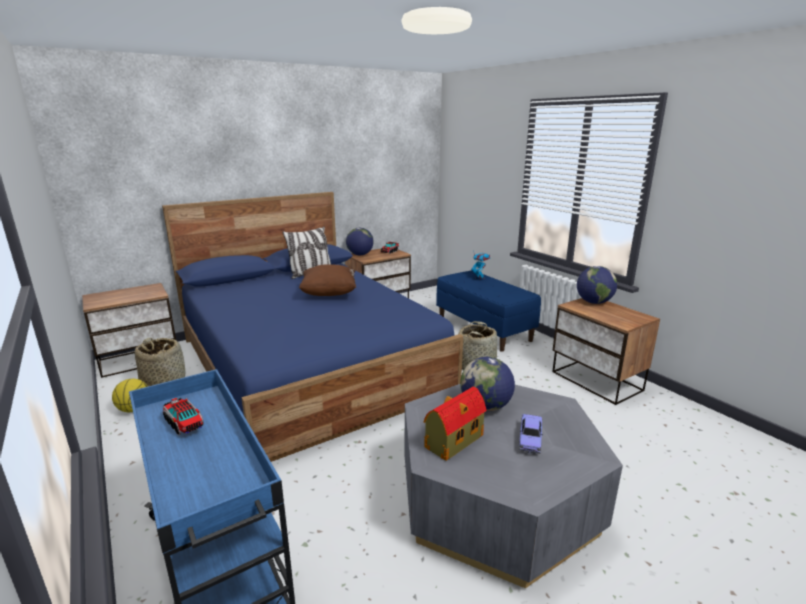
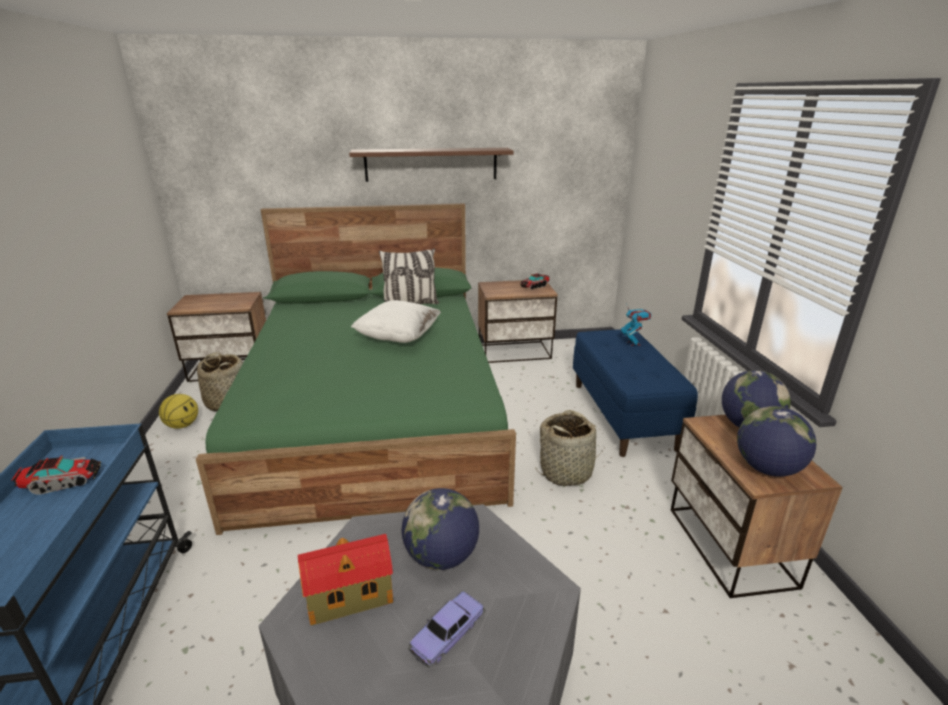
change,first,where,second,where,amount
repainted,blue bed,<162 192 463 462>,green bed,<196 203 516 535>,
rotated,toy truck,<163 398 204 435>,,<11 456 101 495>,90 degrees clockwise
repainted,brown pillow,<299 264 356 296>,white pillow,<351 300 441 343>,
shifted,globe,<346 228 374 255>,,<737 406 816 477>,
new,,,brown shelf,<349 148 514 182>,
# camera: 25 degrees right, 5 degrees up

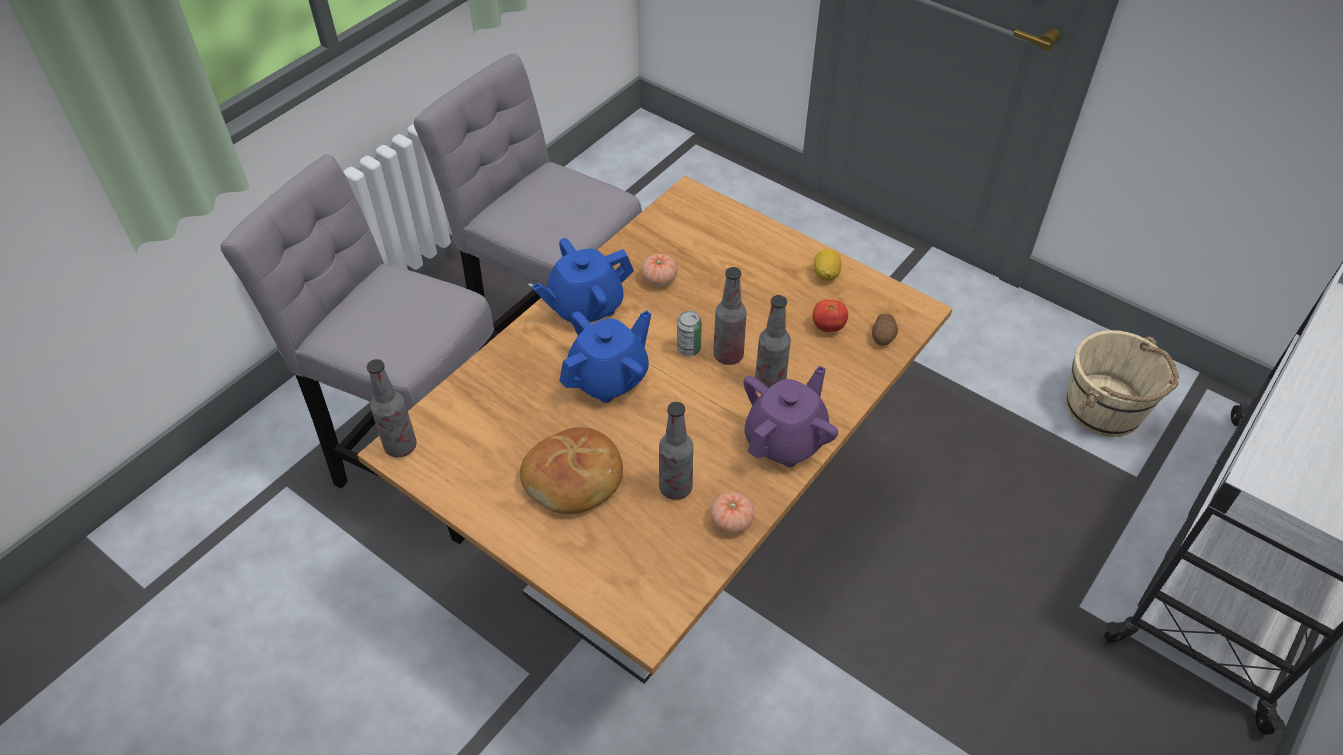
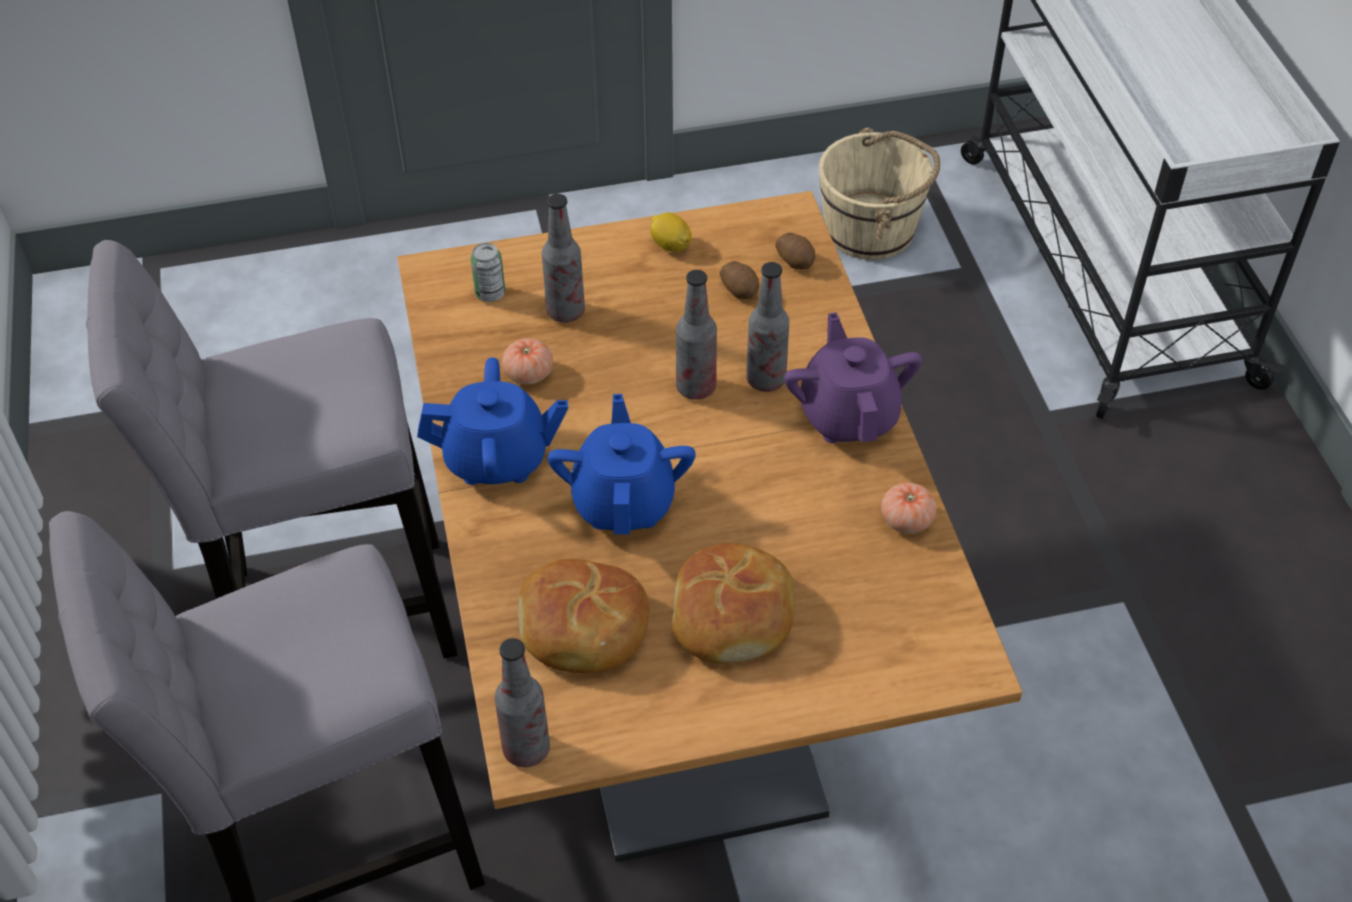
change,first,where,second,where,amount
rotated,blue teapot,<532 238 634 326>,,<417 357 568 485>,105 degrees counterclockwise
shifted,bottle,<659 402 693 500>,,<542 194 585 323>,
shifted,can,<677 311 702 356>,,<470 243 505 302>,
swapped,tomato,<813 299 848 332>,potato,<720 261 759 299>,
new,,,bread,<518 559 649 673>,
# camera: 50 degrees left, 0 degrees up

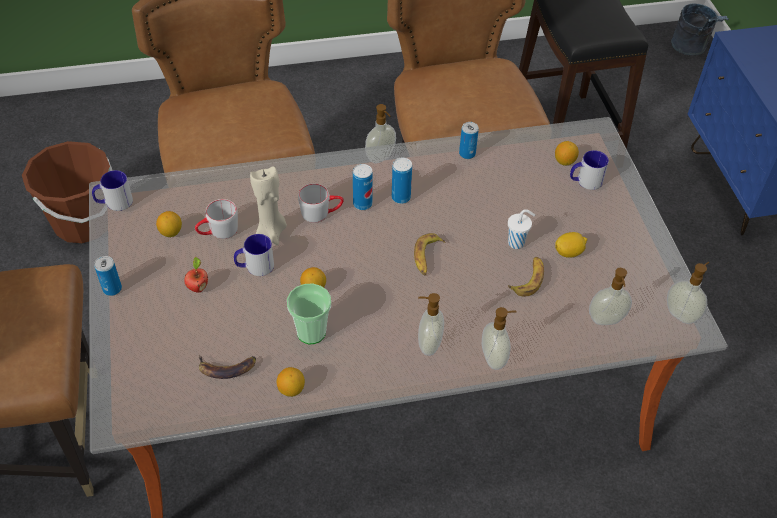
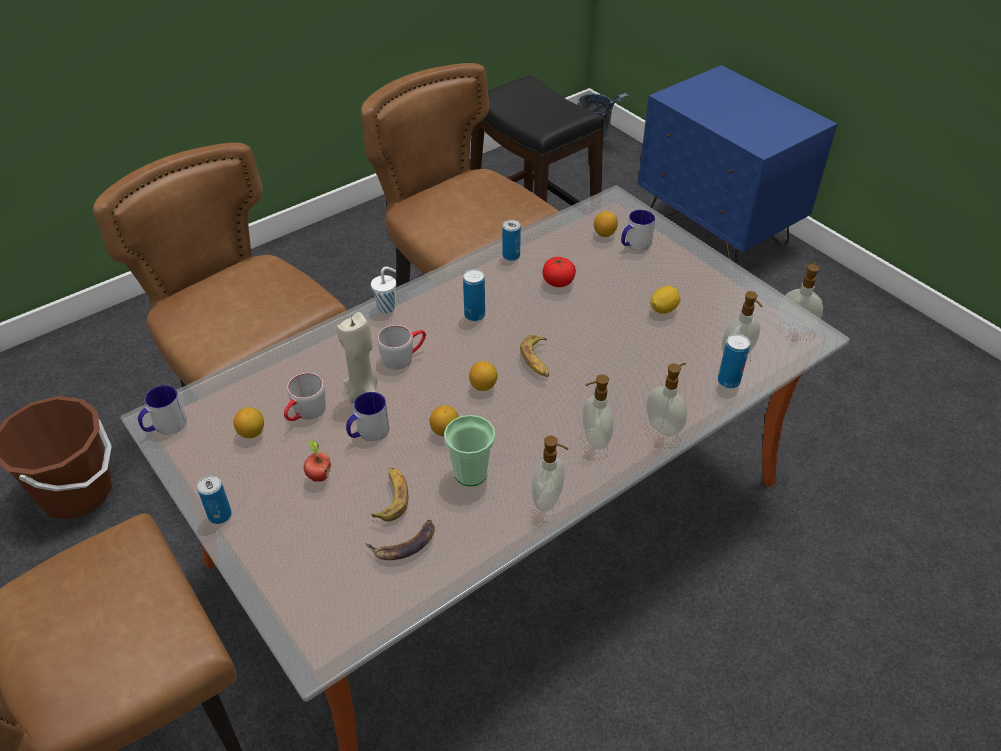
change,first,where,second,where,amount
shifted,lemon,<276 367 305 397>,,<469 361 497 391>,
shifted,can,<353 164 373 210>,,<718 334 750 388>,
shifted,soap dispenser,<365 104 396 163>,,<532 435 568 512>,
shifted,white cup,<508 209 535 249>,,<371 267 396 314>,
shifted,banana,<508 257 544 296>,,<371 468 408 522>,
new,,,tomato,<543 257 576 287>,
# camera: 25 degrees left, 5 degrees down

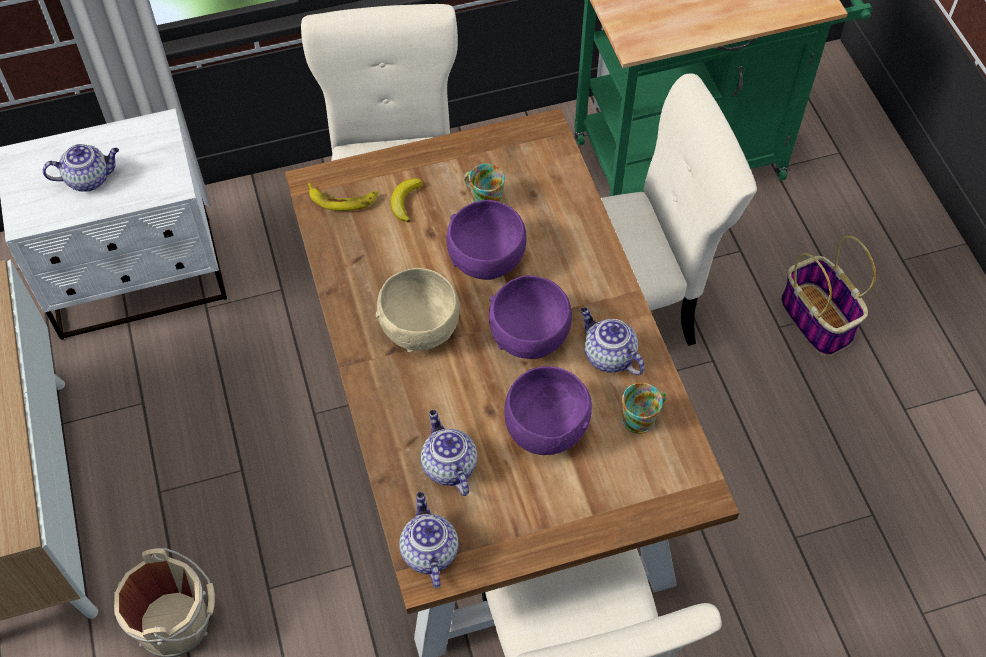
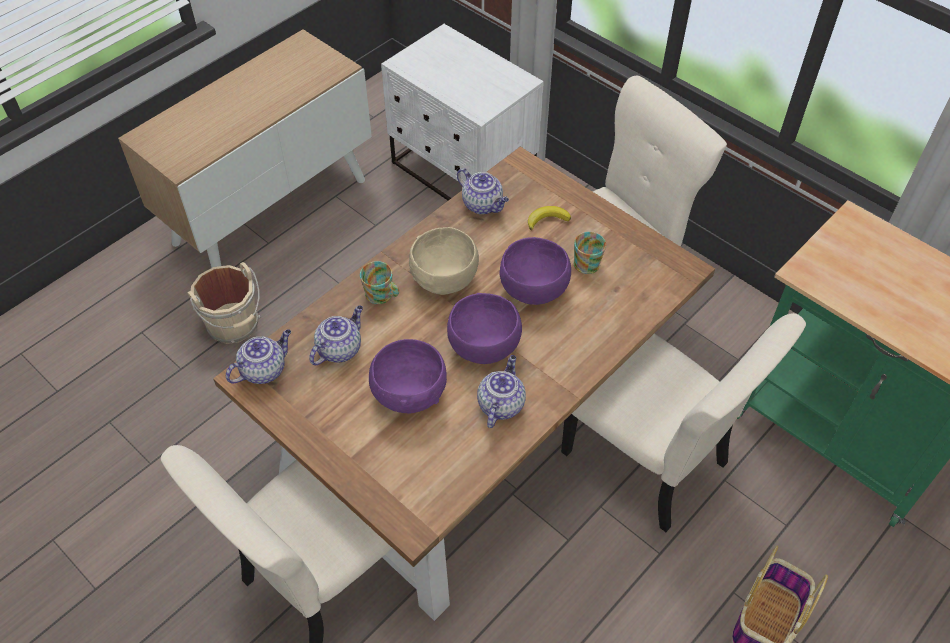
change,first,where,second,where,amount
shifted,teapot,<42 144 119 192>,,<457 168 509 214>,
gone,banana,<308 183 378 211>,,,
shifted,mug,<621 383 666 434>,,<360 261 399 304>,
# camera: 60 degrees right, 5 degrees down

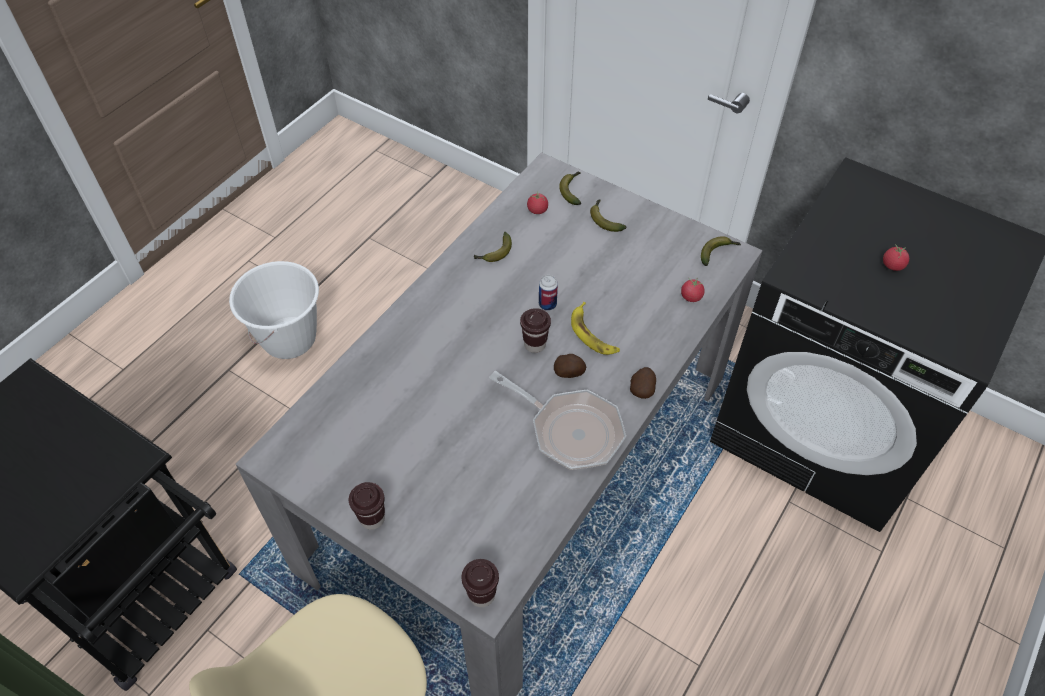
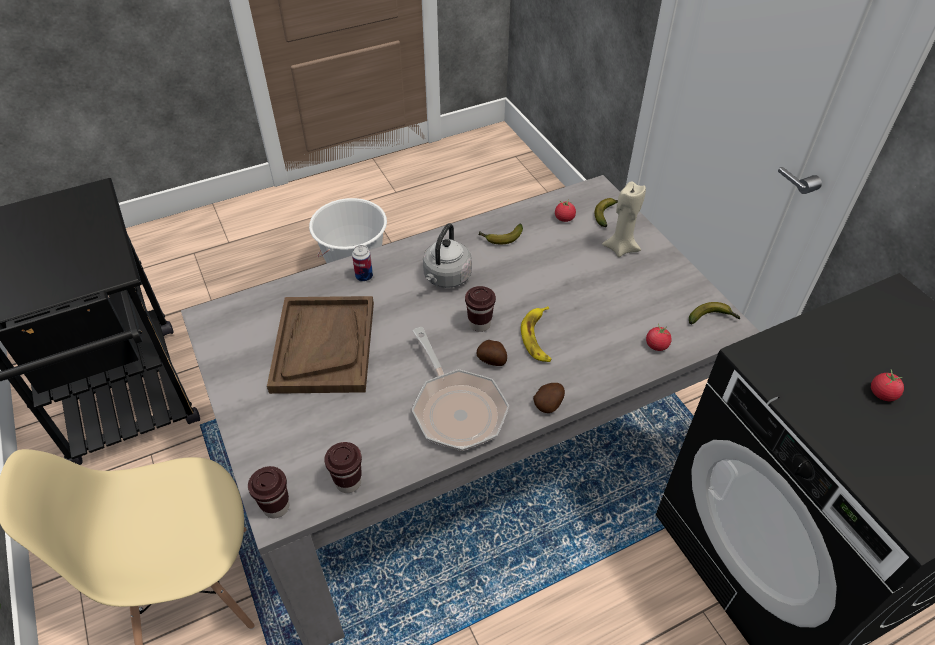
change,first,where,second,where,amount
shifted,brown cup,<349 482 385 530>,,<324 442 362 493>,
shifted,can,<539 275 558 311>,,<352 245 373 282>,
swapped,banana,<590 199 626 232>,beige candle,<602 181 646 257>,
new,,,brown tray,<267 296 374 394>,
new,,,grey kettle,<423 223 472 288>,
# camera: 30 degrees right, 5 degrees down

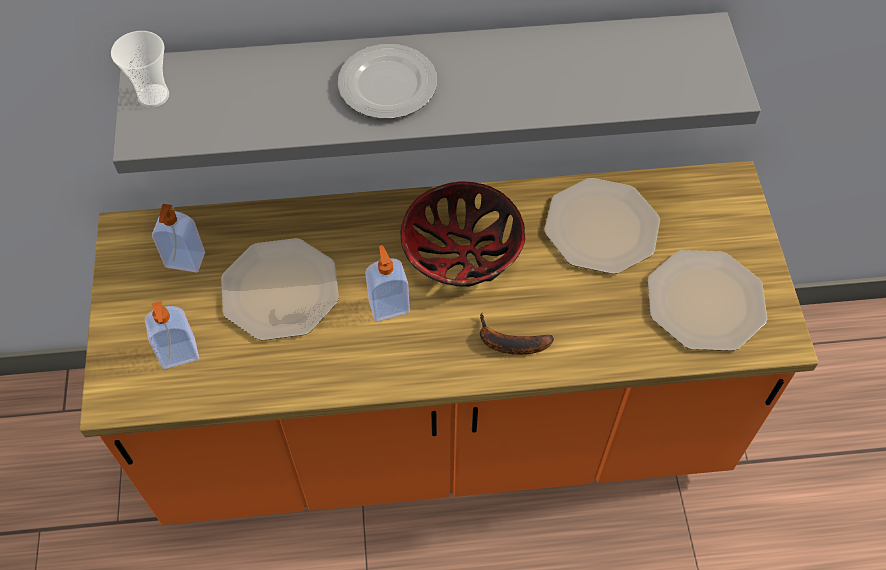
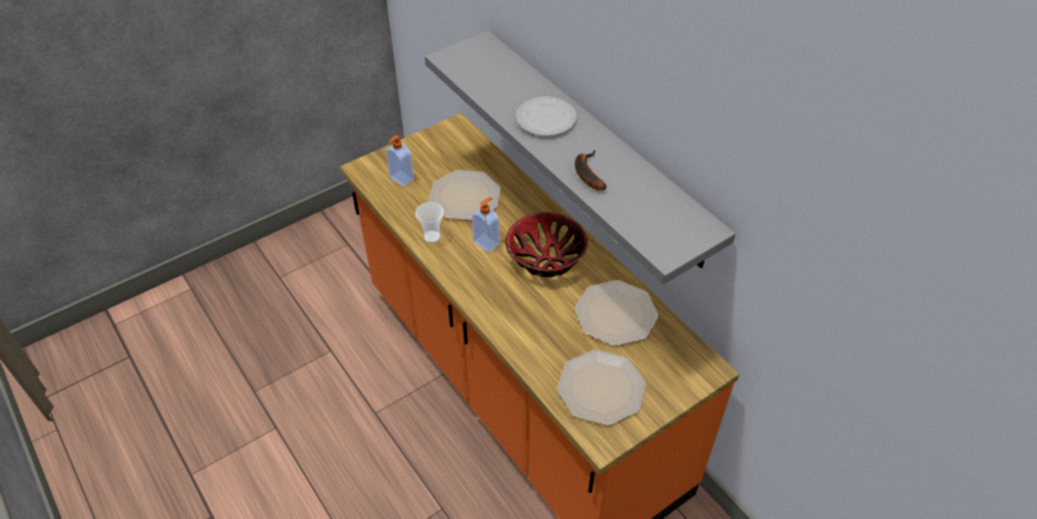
change,first,where,second,where,amount
shifted,cup,<111 31 169 107>,,<415 202 444 243>,
gone,soap dispenser,<152 204 205 272>,,,
shifted,banana,<480 312 554 355>,,<575 150 606 190>,
# camera: 60 degrees right, 10 degrees down

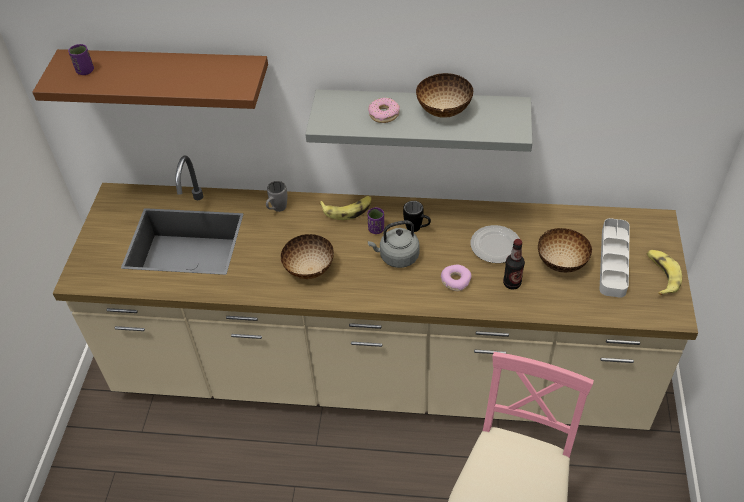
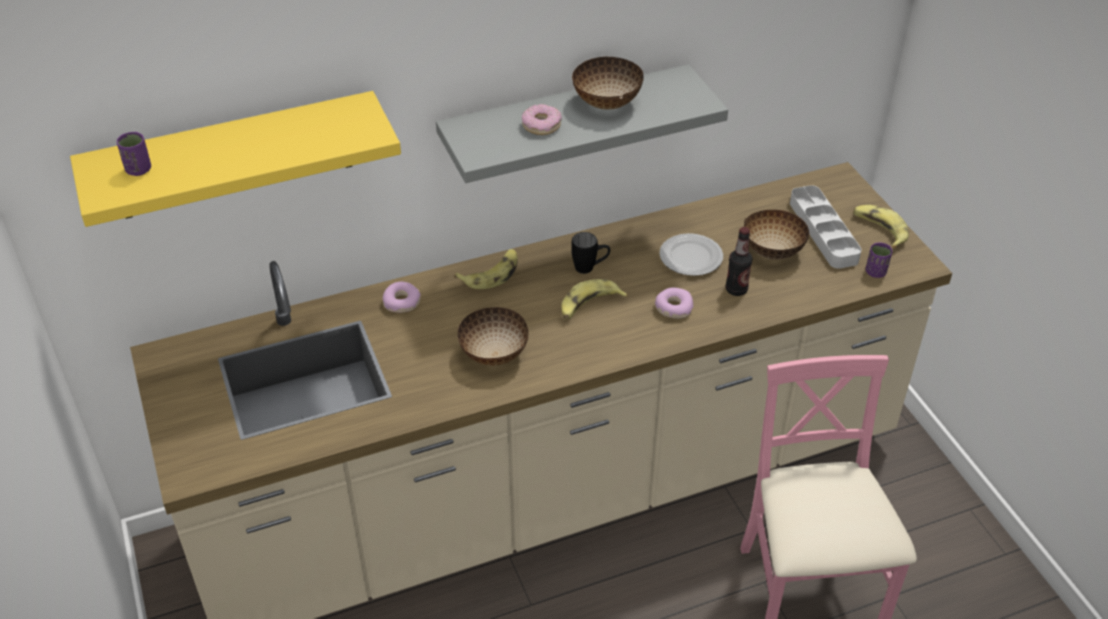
change,first,where,second,where,amount
repainted,brown shelf,<32 49 268 109>,yellow shelf,<70 91 401 227>,
swapped,grey mug,<266 181 288 212>,donut,<383 282 421 313>,
shifted,purple cup,<367 207 384 234>,,<866 243 893 278>,
swapped,grey kettle,<368 220 420 268>,banana,<561 279 628 320>,
# camera: 30 degrees left, 5 degrees down

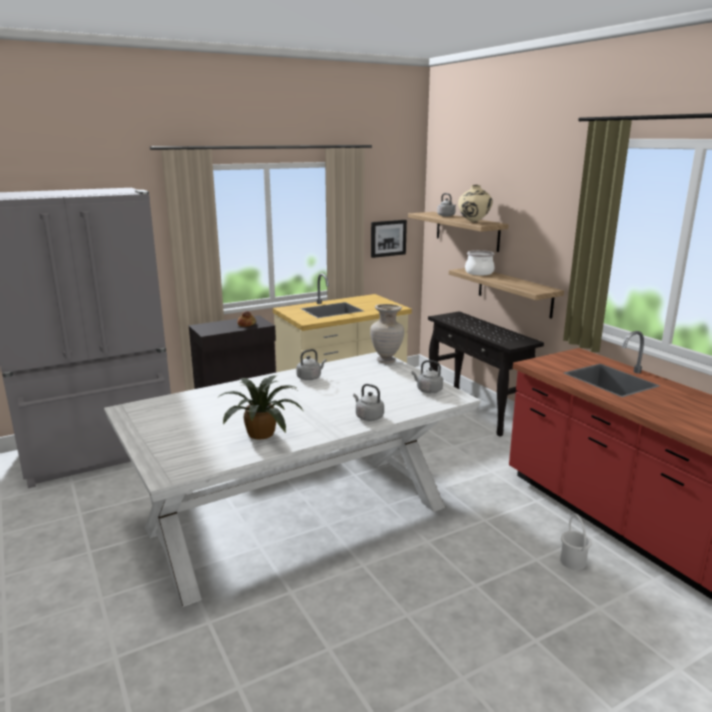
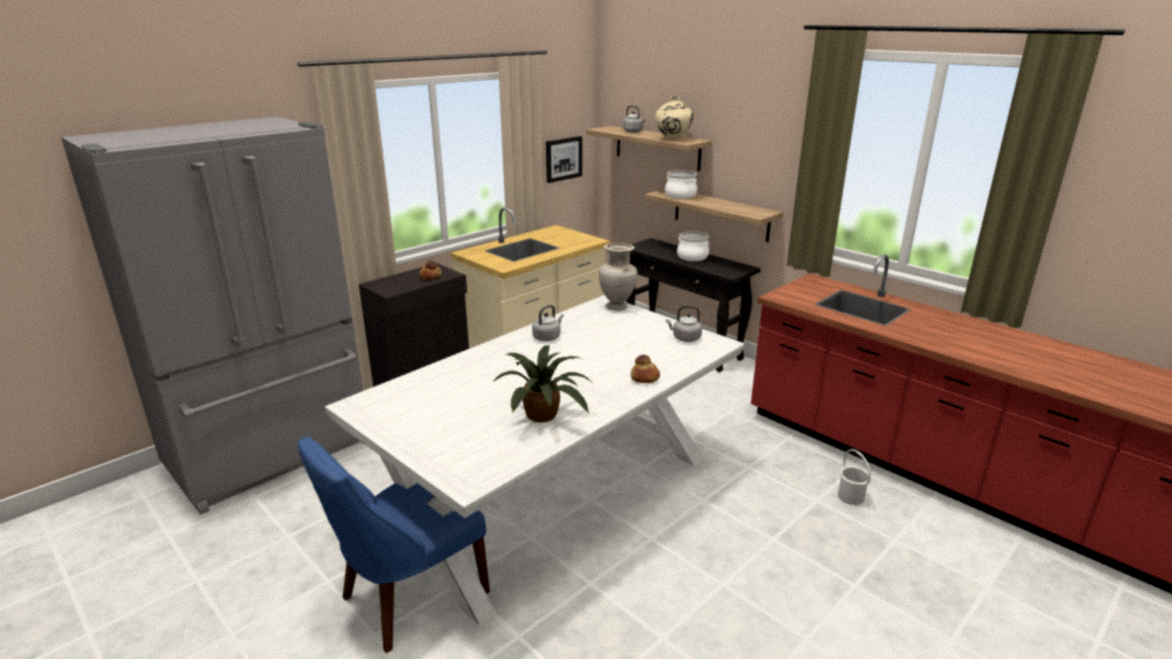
change,first,where,second,where,amount
swapped,grey kettle,<353 384 384 421>,bread,<631 355 660 383>,
new,,,blue chair,<298 436 490 653>,
new,,,cooking pot,<677 231 709 261>,
# camera: 15 degrees left, 5 degrees up

